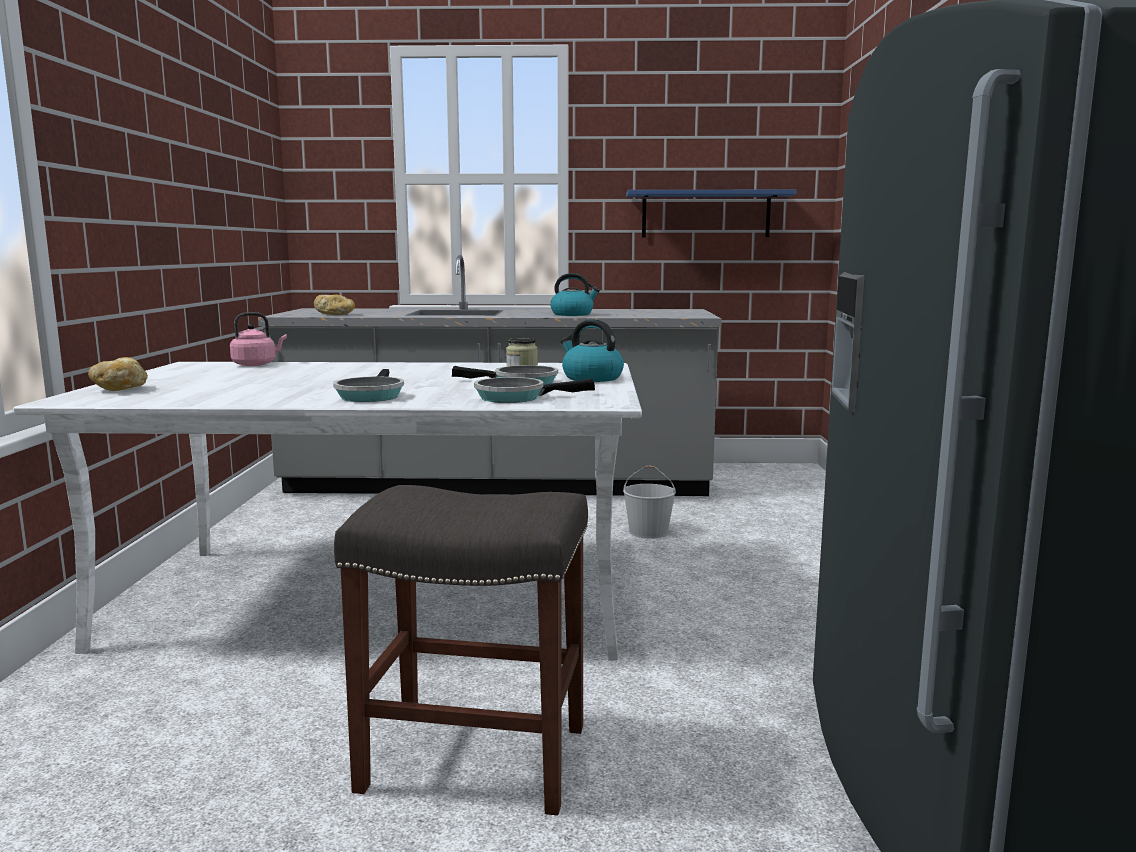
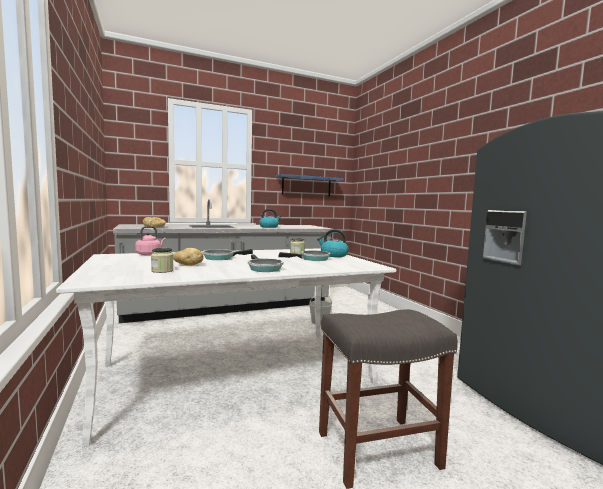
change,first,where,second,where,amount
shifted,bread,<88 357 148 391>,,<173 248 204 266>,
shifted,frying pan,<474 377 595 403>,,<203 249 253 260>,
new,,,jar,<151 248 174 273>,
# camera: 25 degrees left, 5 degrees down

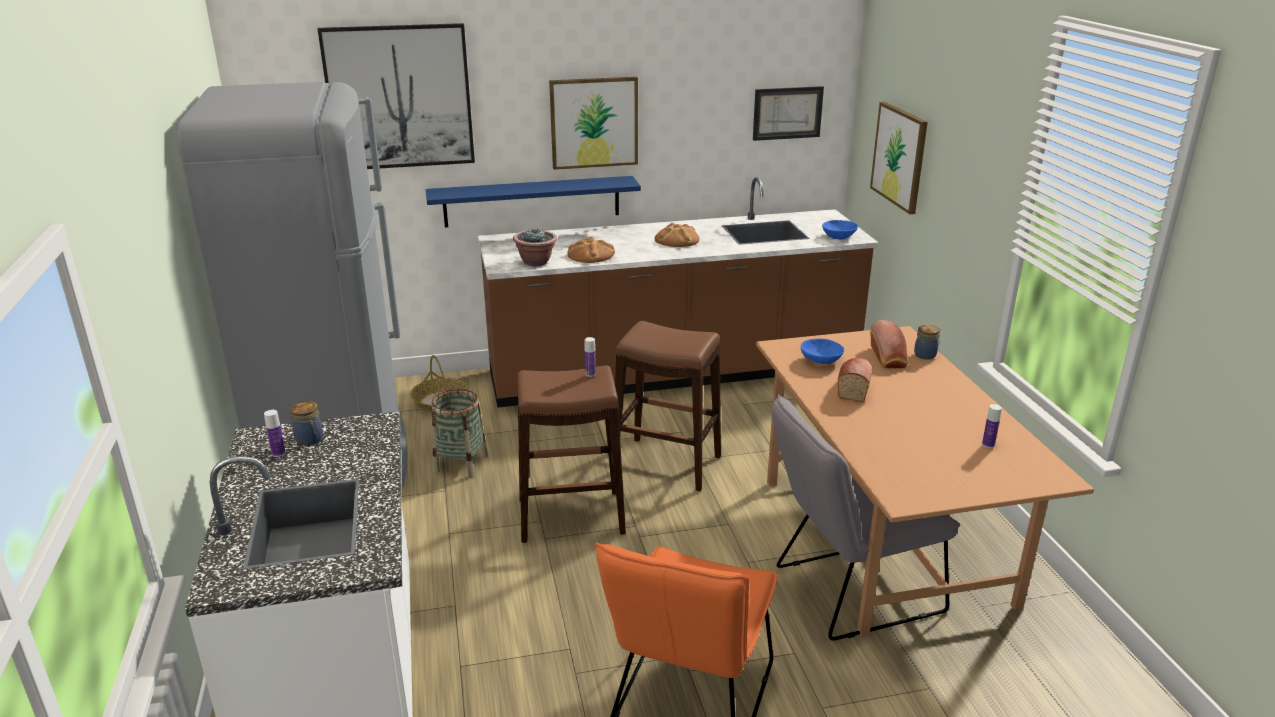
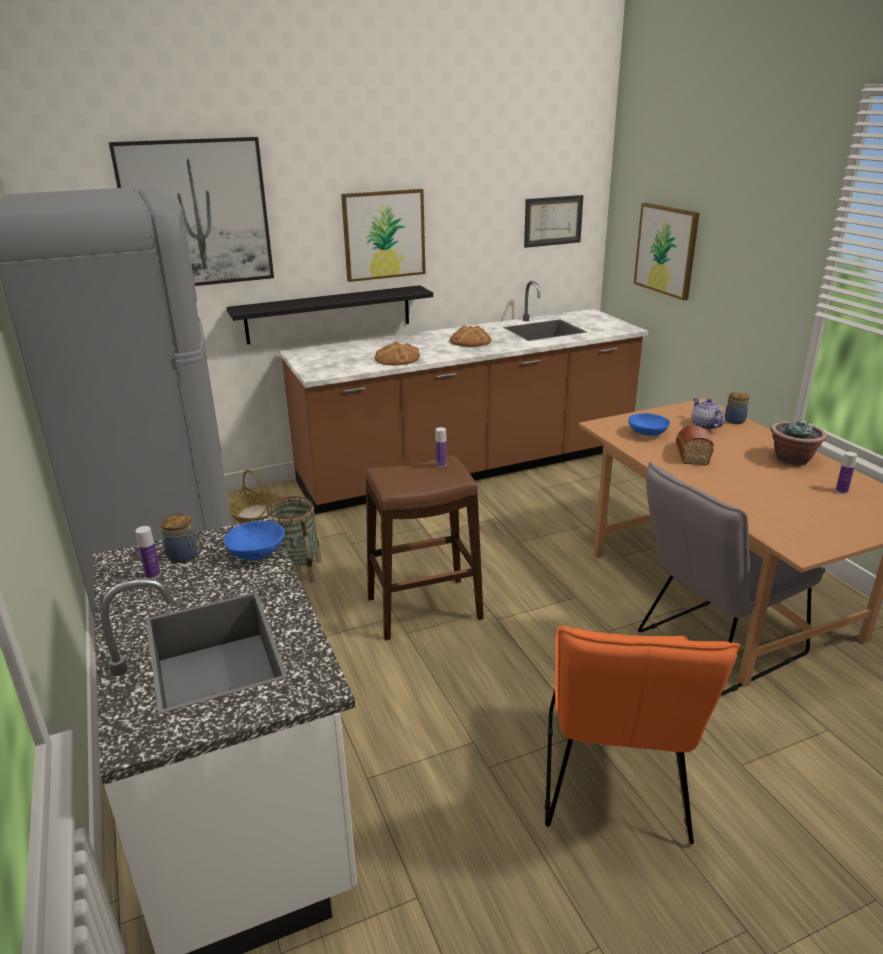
change,first,where,second,where,amount
repainted,blue shelf,<426 176 641 227>,black shelf,<226 285 433 345>,
shifted,potted plant,<513 227 557 266>,,<770 419 827 466>,
gone,brown stool,<615 321 721 491>,,,
shifted,blue bowl,<822 220 858 240>,,<224 521 285 560>,
swapped,bread,<870 320 908 369>,teapot,<692 398 724 430>,
# camera: 10 degrees left, 0 degrees up

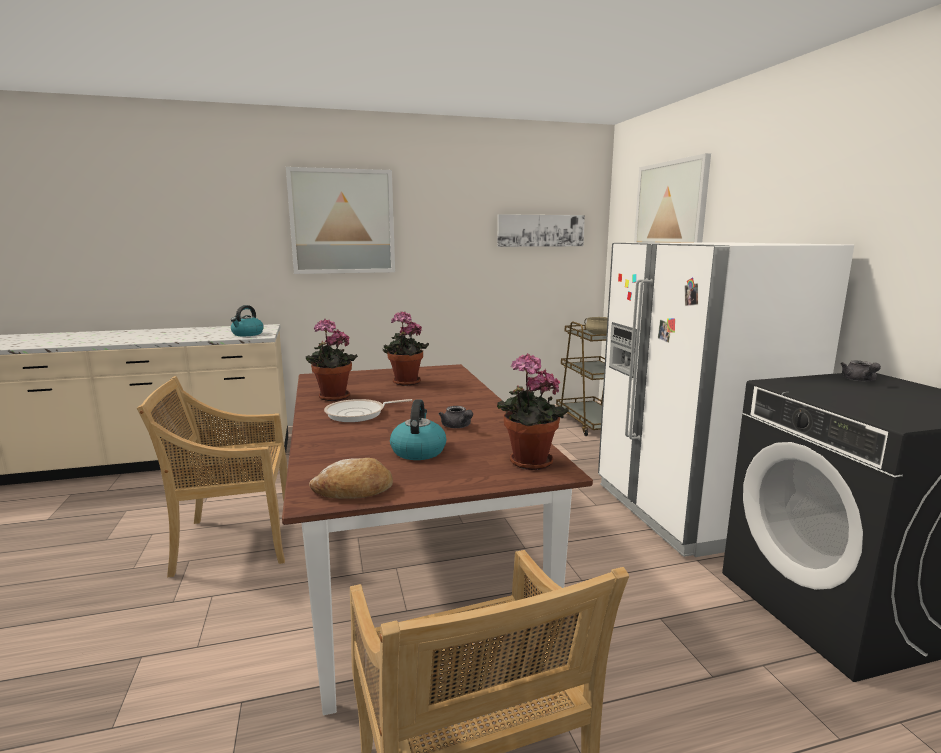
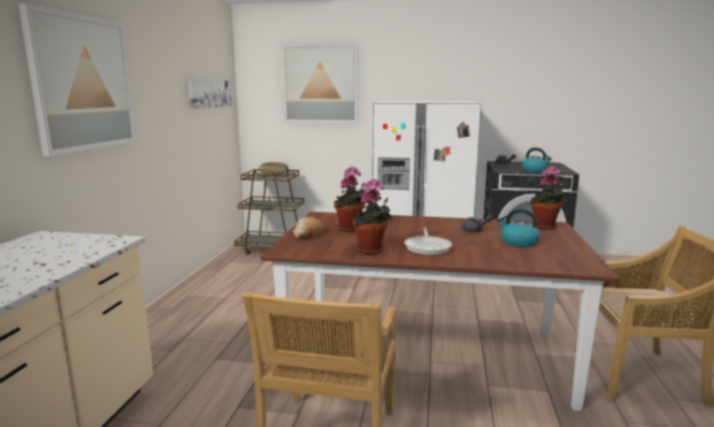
change,first,where,second,where,amount
shifted,kettle,<231 305 264 336>,,<522 148 552 172>,
shifted,bread,<309 458 393 499>,,<293 217 323 239>,
# camera: 65 degrees left, 0 degrees up

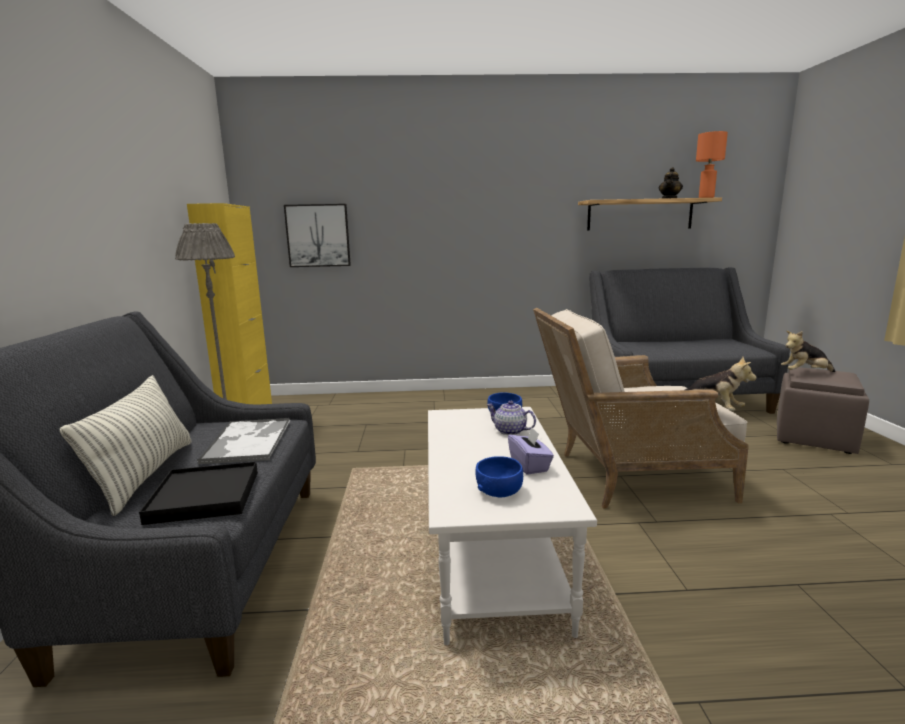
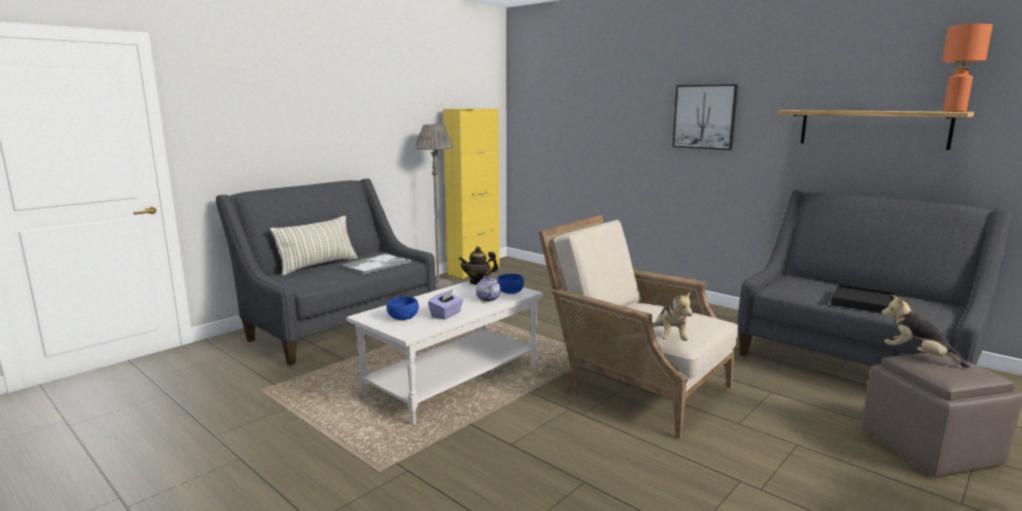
change,first,where,second,where,amount
shifted,black tray,<139 462 258 525>,,<831 284 896 313>,
shifted,picture,<284 204 351 267>,,<672 84 738 150>,
shifted,teapot,<659 167 683 199>,,<459 246 498 285>,
# camera: 45 degrees right, 0 degrees up

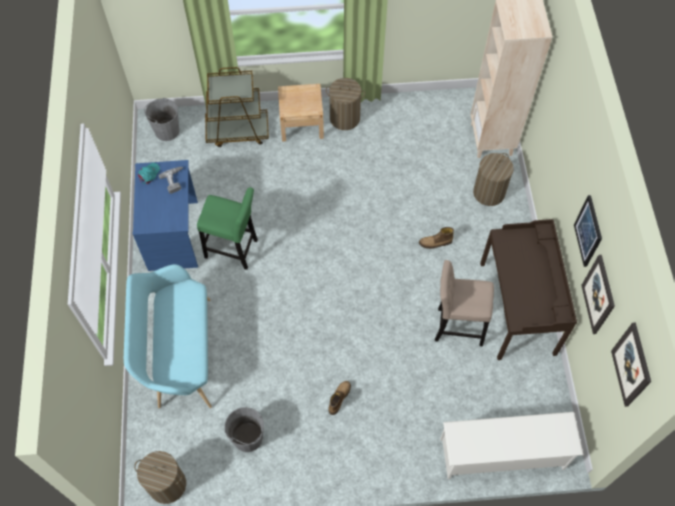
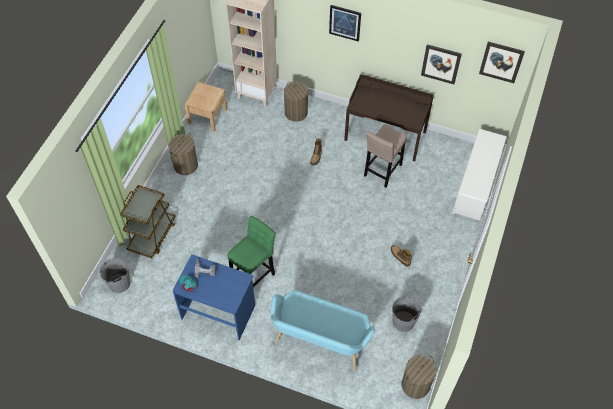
change,first,where,second,where,amount
shifted,beige nightstand,<278 84 324 142>,,<184 82 227 132>,
shifted,picture,<574 195 602 267>,,<329 5 361 42>,
# camera: 65 degrees left, 5 degrees down

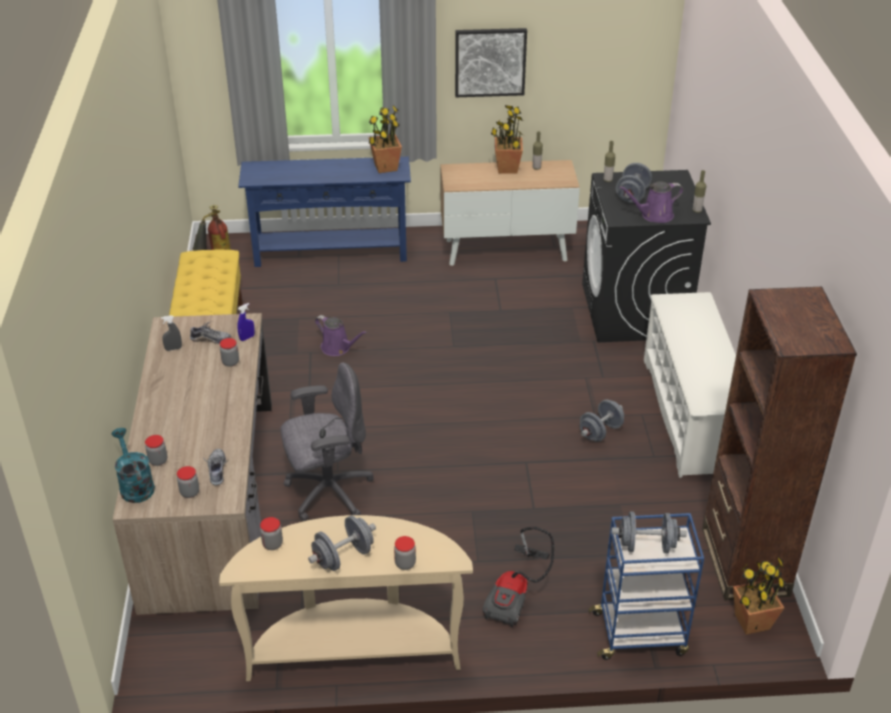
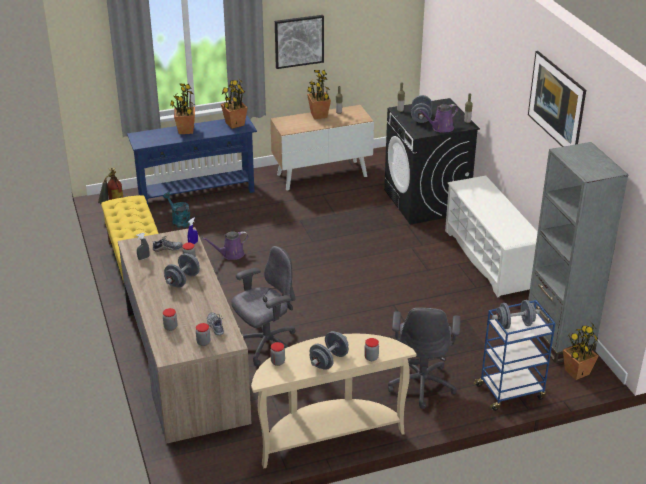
change,first,where,second,where,amount
shifted,turquoise watering can,<112 428 155 503>,,<163 192 190 228>,
rotated,purple watering can,<315 315 367 356>,,<202 231 249 260>,135 degrees clockwise
swapped,vacuum cleaner,<482 526 554 627>,grey office chair,<388 308 461 409>,
shifted,grey dumbbell,<580 400 624 442>,,<164 253 200 288>,
repainted,brown bookcase,<702 287 857 600>,grey bookcase,<528 142 628 363>,
new,,,potted plant,<170 83 195 134>,
new,,,picture,<528 51 586 147>,
# camera: 15 degrees left, 5 degrees down

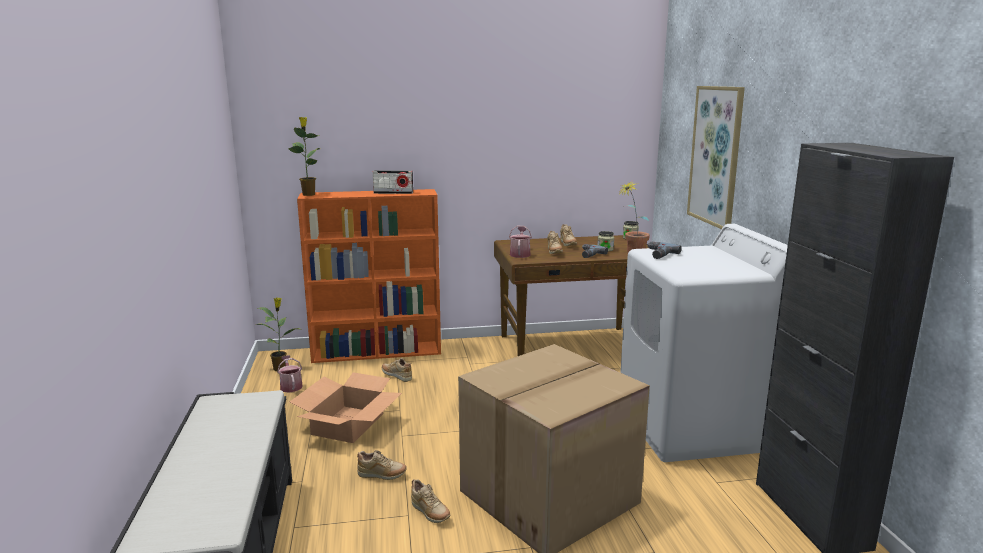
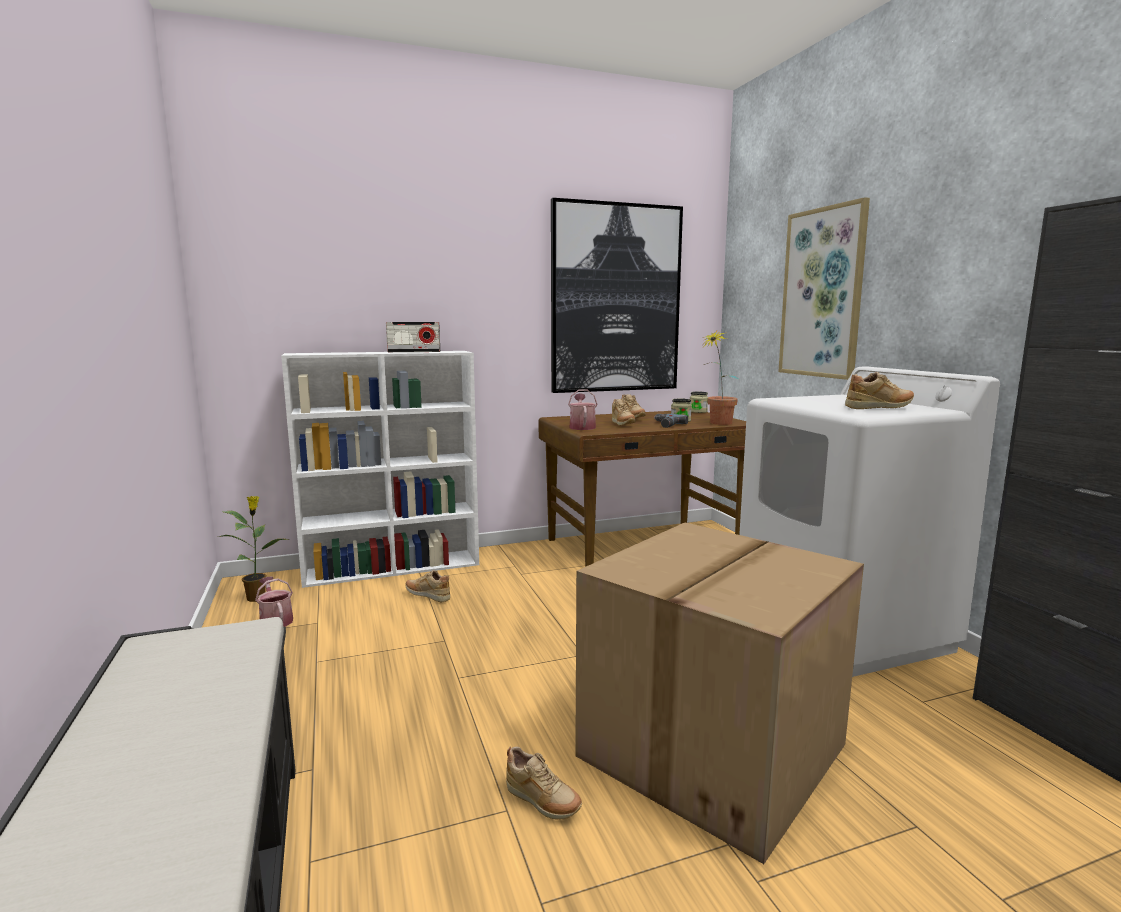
change,first,where,second,where,amount
gone,potted plant,<288 117 319 196>,,,
gone,cardboard box,<289 372 402 443>,,,
repainted,orange bookcase,<297 189 441 363>,white bookcase,<281 351 479 588>,
shifted,beige shoe,<357 450 407 480>,,<845 372 914 409>,
gone,power drill,<647 242 682 259>,,,
new,,,picture,<551 198 683 393>,
# camera: 10 degrees left, 5 degrees down

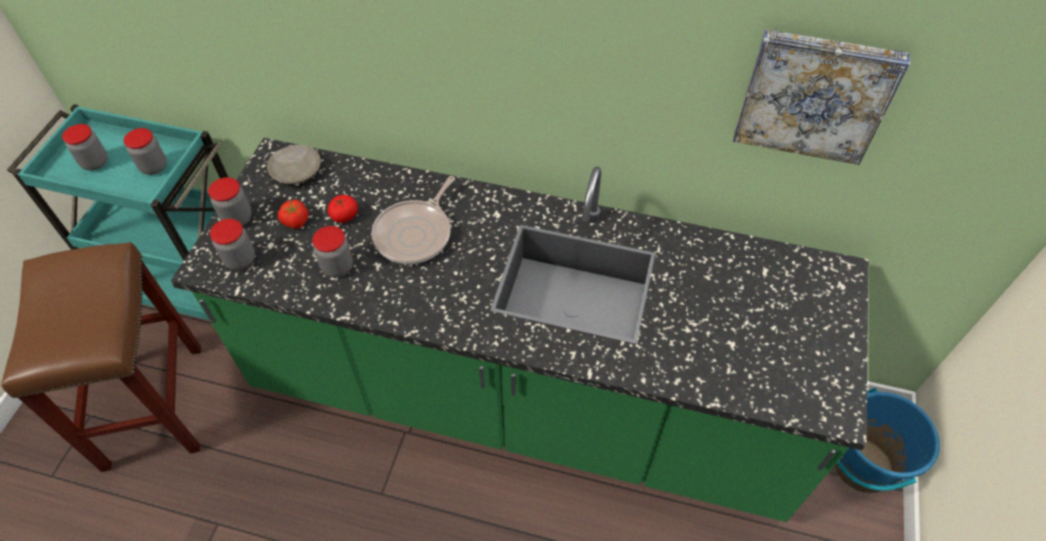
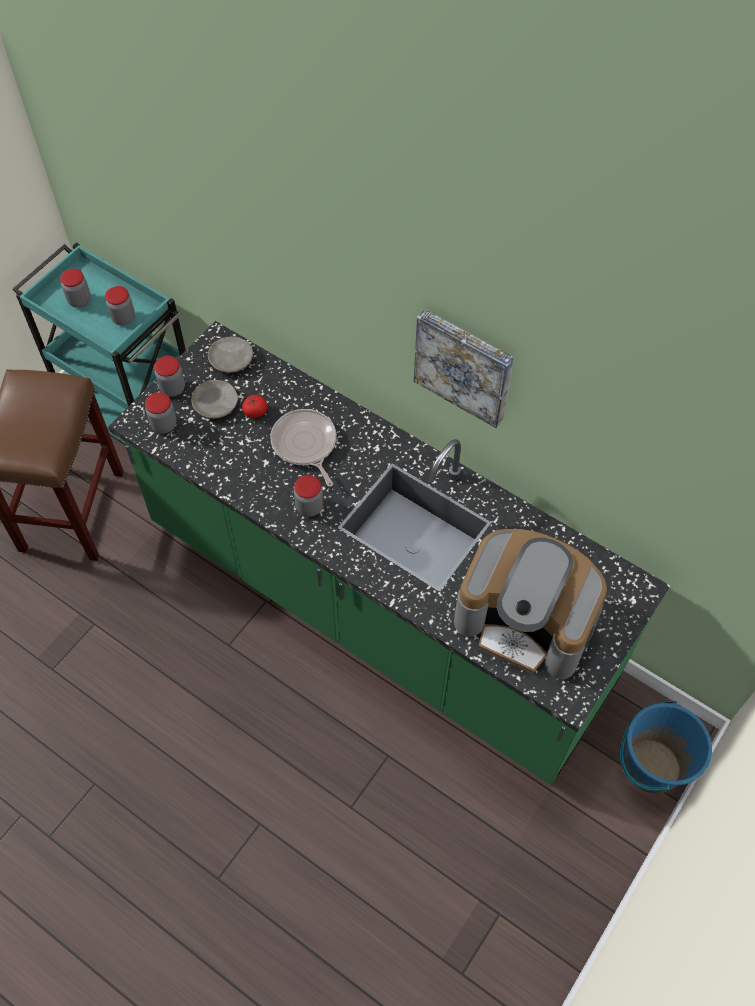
change,first,where,second,where,amount
swapped,tomato,<278 199 308 229>,beige plate,<191 380 238 419>,
shifted,jar,<312 226 353 277>,,<294 475 323 517>,
rotated,frying pan,<371 176 455 264>,,<270 409 337 487>,105 degrees clockwise
shifted,picture,<733 30 910 165>,,<414 309 514 428>,
new,,,coffee machine,<454 529 607 679>,
# camera: 20 degrees right, 5 degrees up

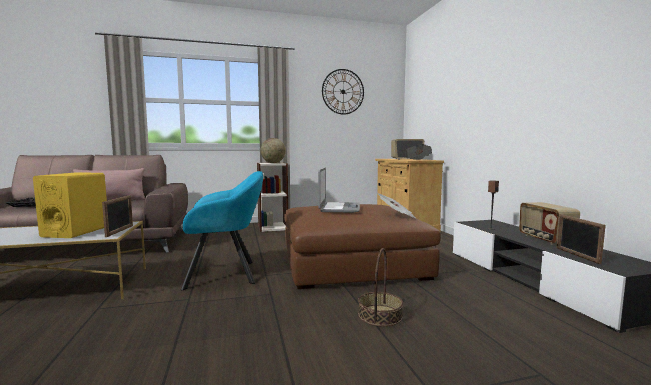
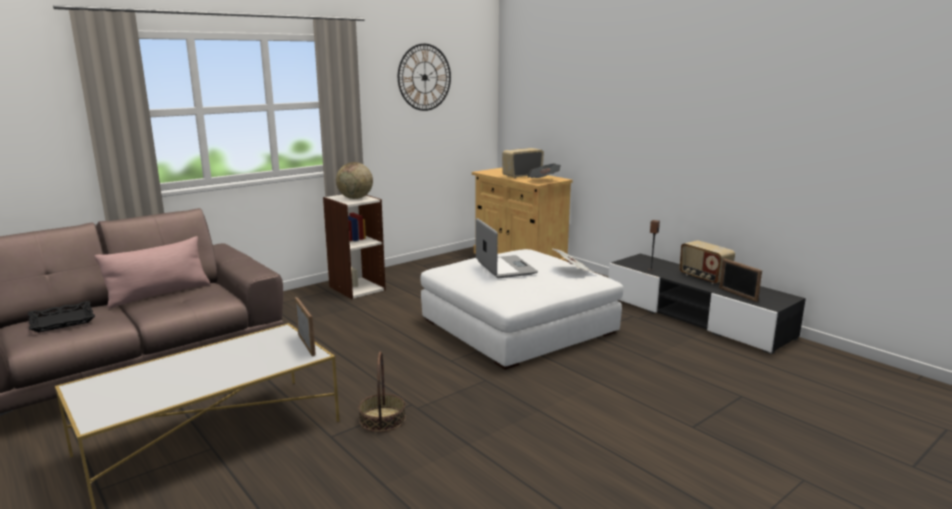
change,first,where,second,where,amount
gone,yellow speaker,<33 172 107 238>,,,
gone,turquoise armchair,<181 171 263 290>,,,
repainted,brown ottoman,<284 204 441 289>,white ottoman,<420 249 623 370>,
shifted,basket,<358 248 403 327>,,<358 351 406 432>,
# camera: 25 degrees left, 10 degrees up

